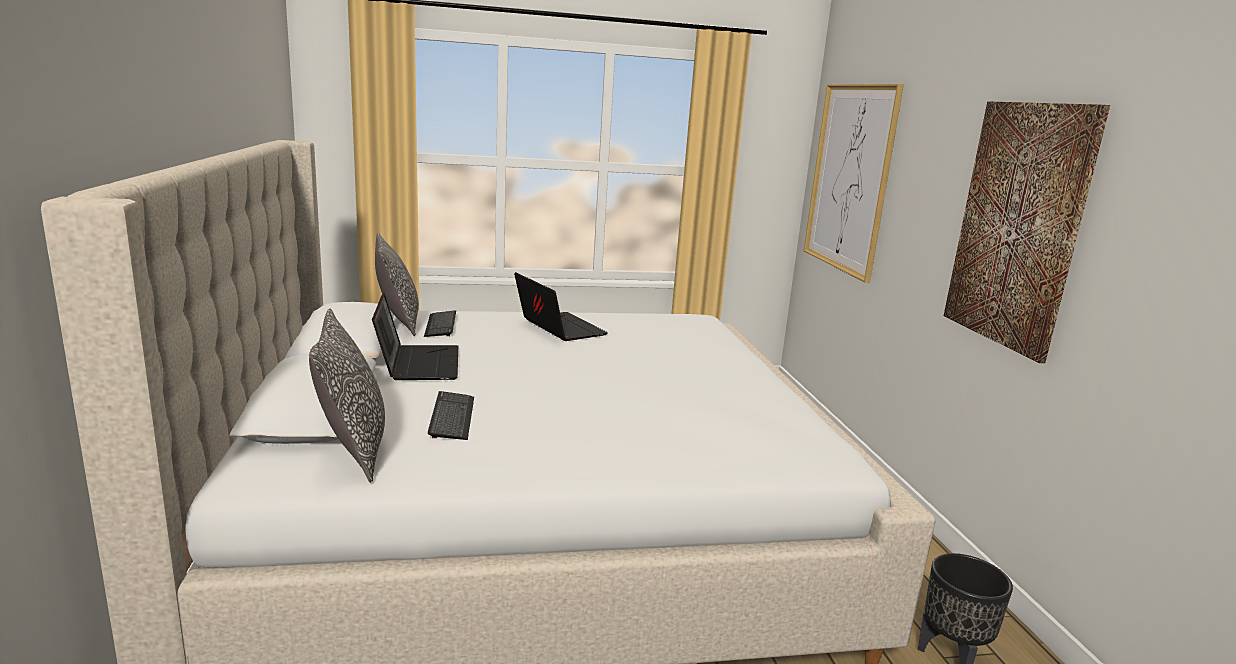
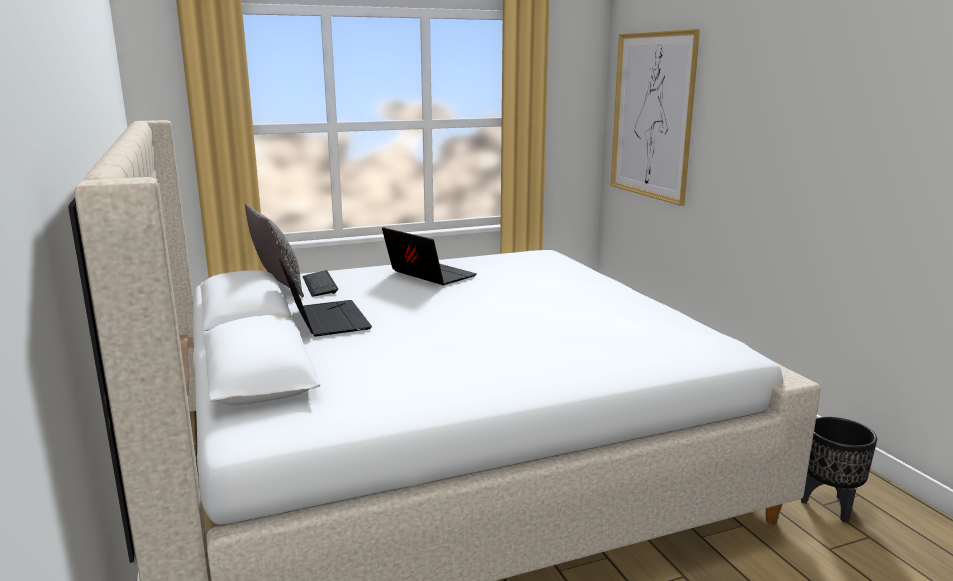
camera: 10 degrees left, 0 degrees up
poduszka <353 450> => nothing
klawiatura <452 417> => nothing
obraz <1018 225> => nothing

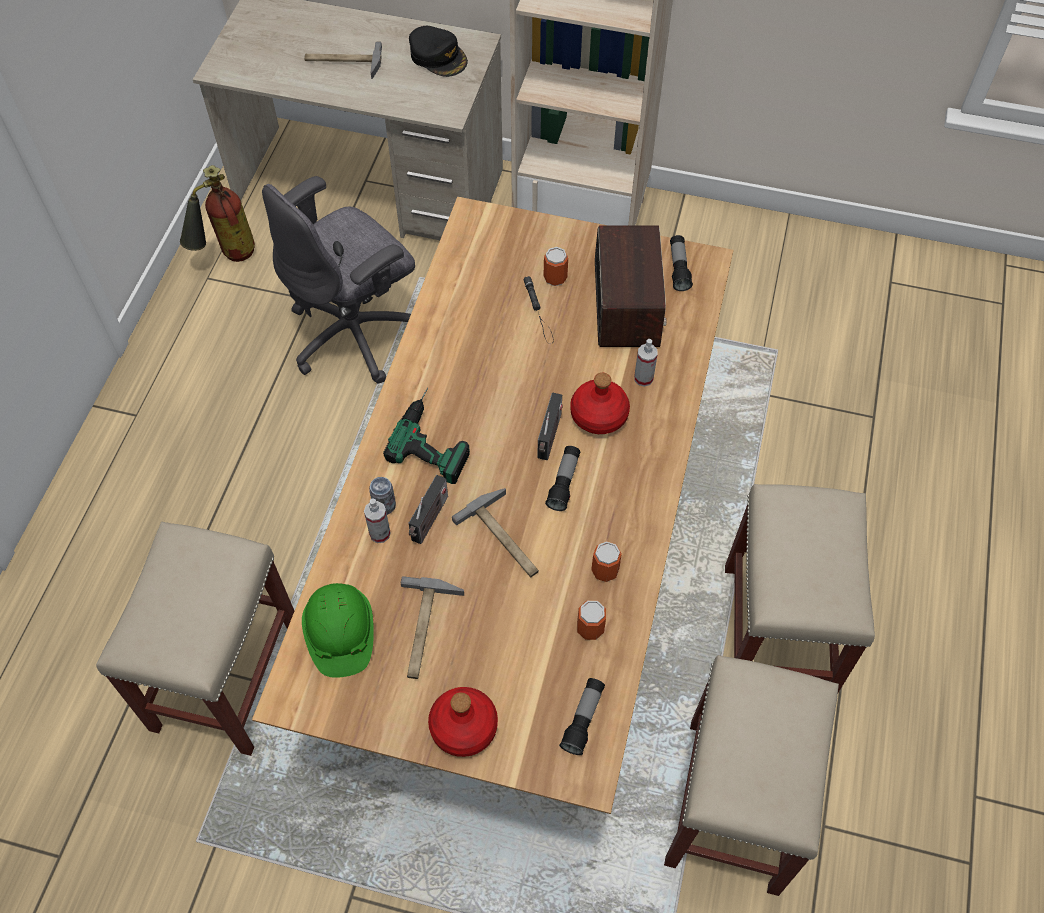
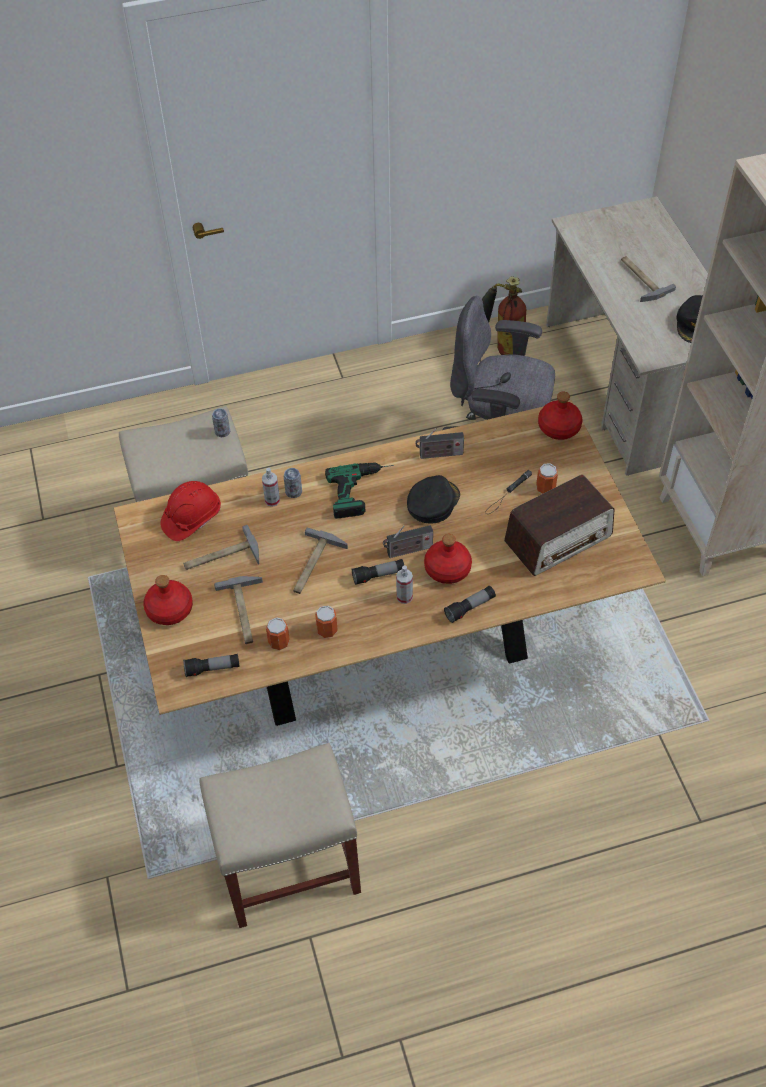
camera: 60 degrees right, 5 degrees down
stołek (beżowy) <776 635> => nothing
nothing => puszka <222 432>
nothing => młotek <244 612>
nothing => czapka z daszkiem (czarny) <432 502>
nothing => butelka (czerwony) <558 428>
radio <429 521> => radio <439 454>, relocated
spryskiwacz <643 378> => spryskiwacz <404 597>, relocated
latarka <678 268> => latarka <470 608>, relocated
kask (zielony) <340 634> => kask (czerwony) <191 518>

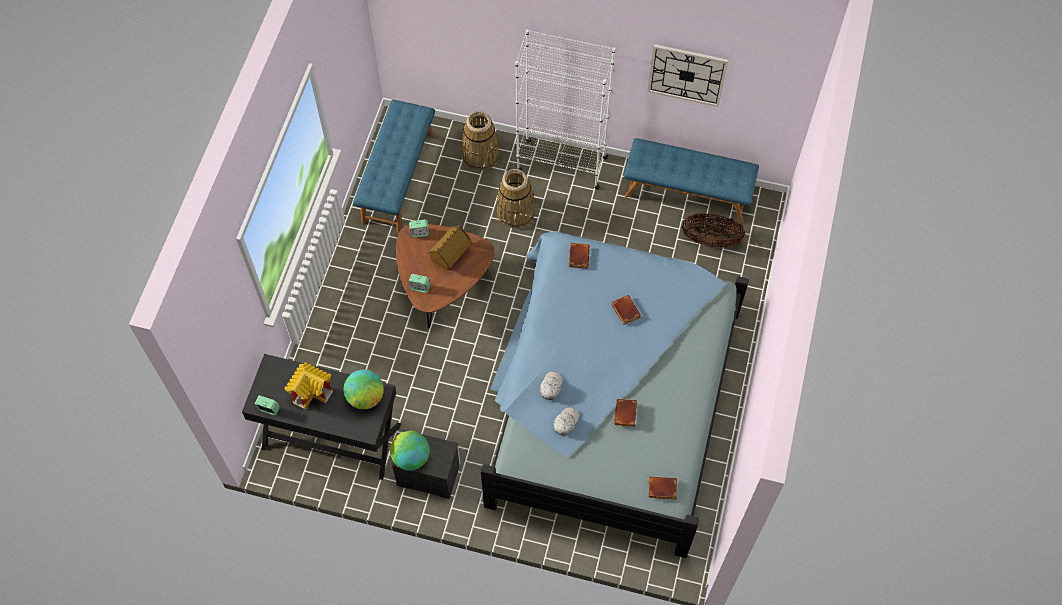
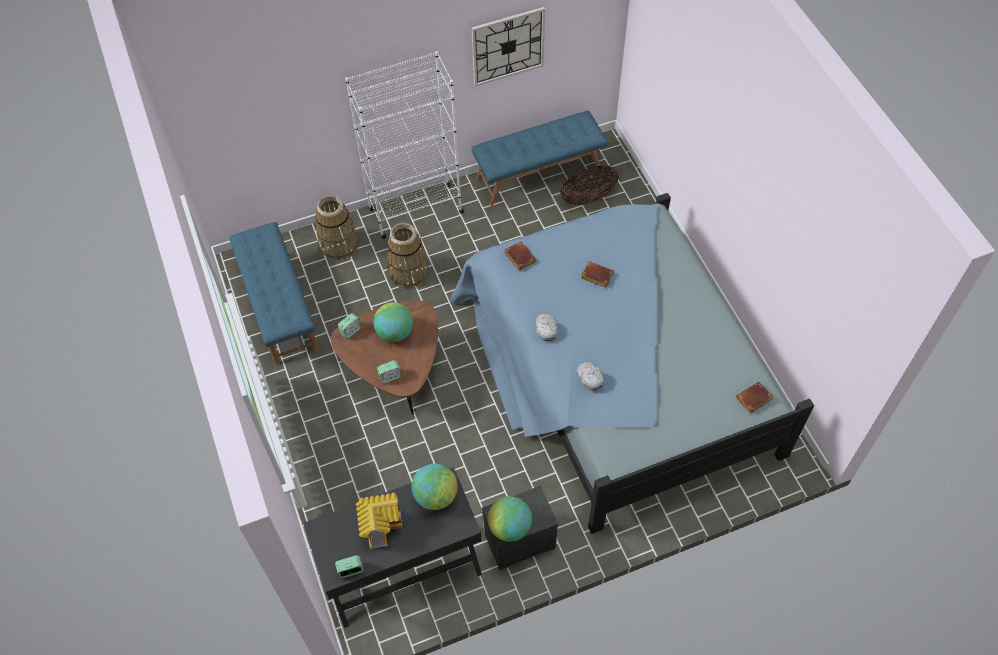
camera: 35 degrees left, 5 degrees down
książka (brązowy) <626 414> => nothing
czapka z daszkiem (biały) <565 422> => czapka z daszkiem (biały) <546 329>, relocated
domek <450 255> => globus <395 332>

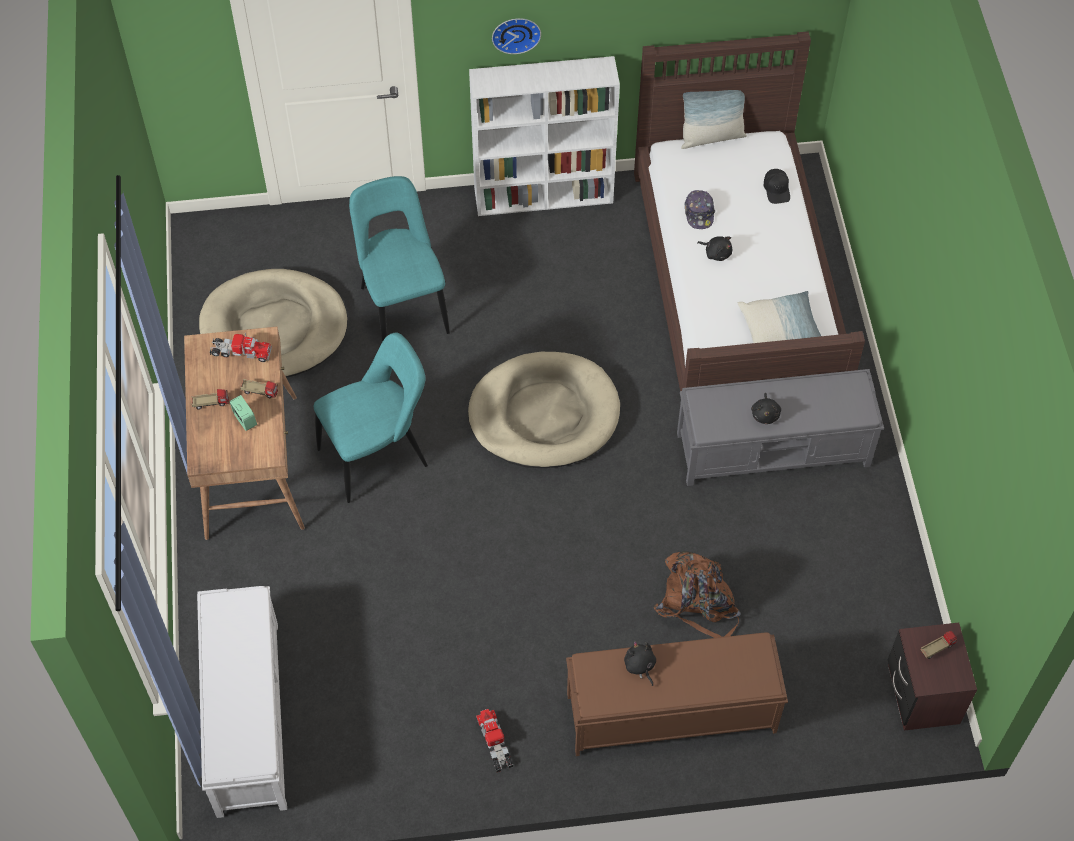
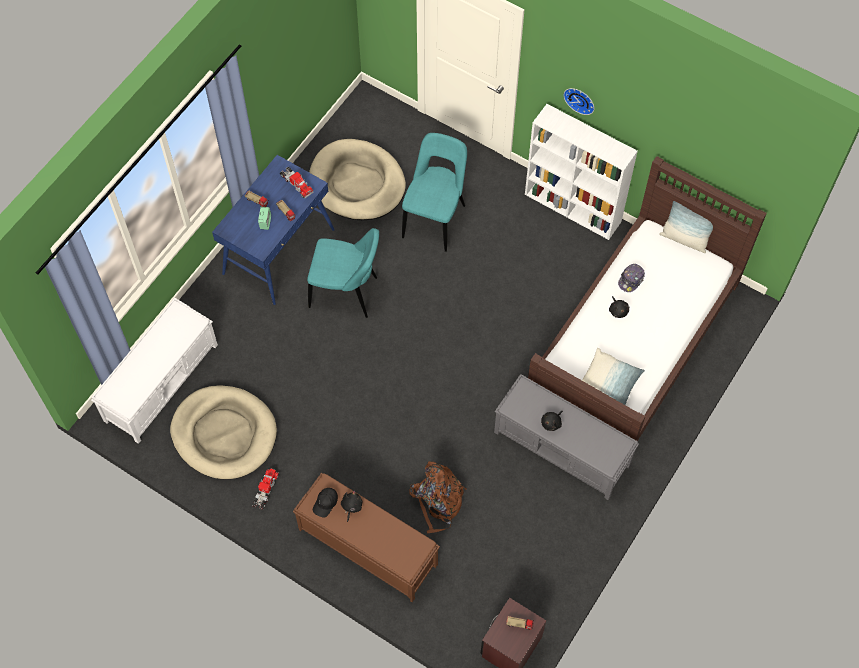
camera: 40 degrees right, 5 degrees up
legowisko (beżowy) <544 414> => legowisko (beżowy) <224 434>, relocated
czapka z daszkiem (czarny) <776 189> => czapka z daszkiem (czarny) <325 503>, relocated
biurko (brązowy) <251 466> => biurko (niebieski) <278 251>

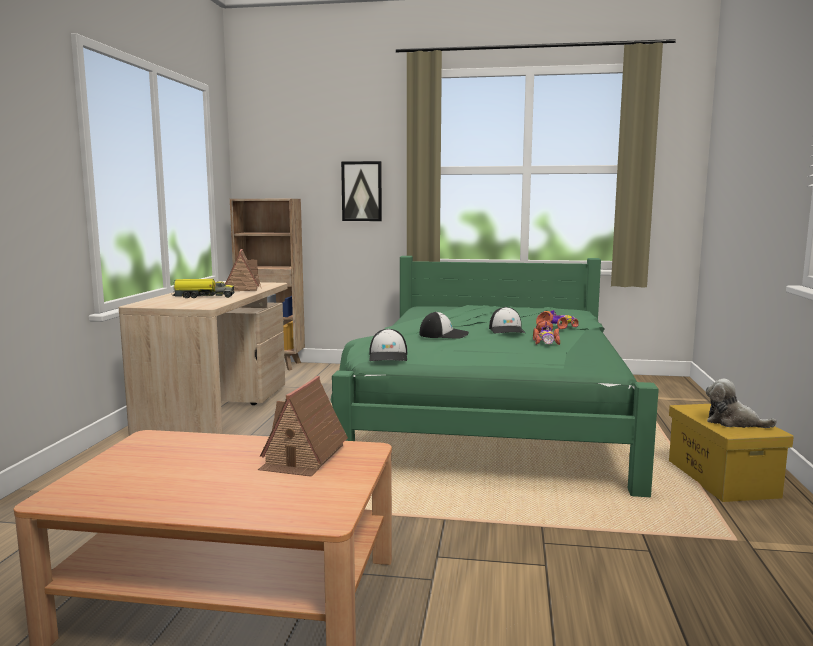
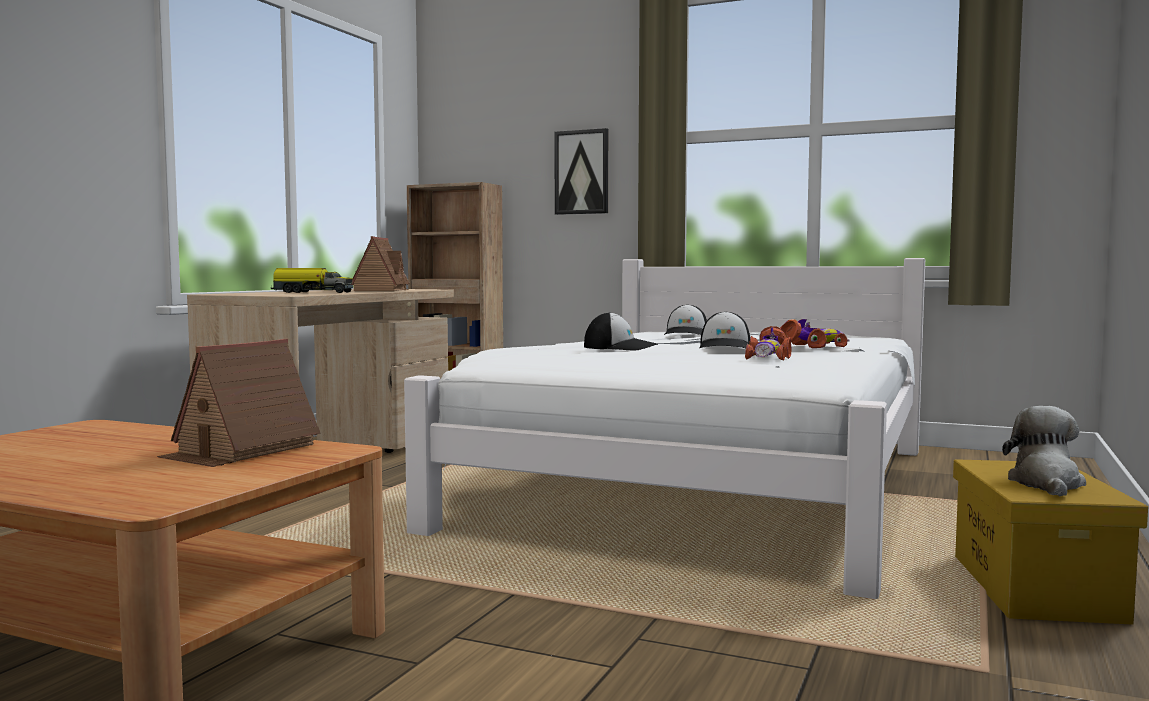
camera: 15 degrees right, 5 degrees down
czapka z daszkiem <388 356> => czapka z daszkiem <686 334>, relocated
łóżko (zielony) <489 418> => łóżko (biały) <704 486>
pluszak <733 422> => pluszak <1046 484>, 60 degrees clockwise

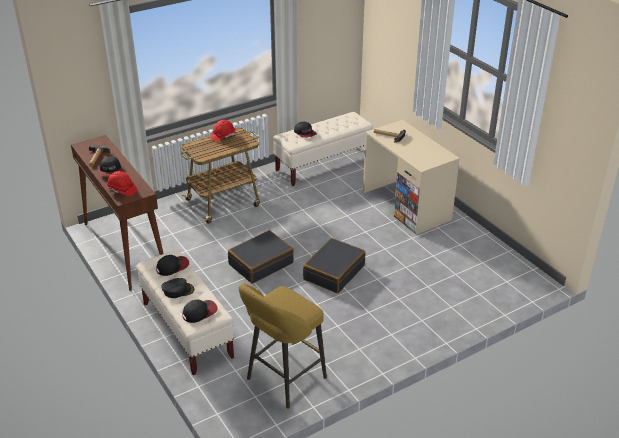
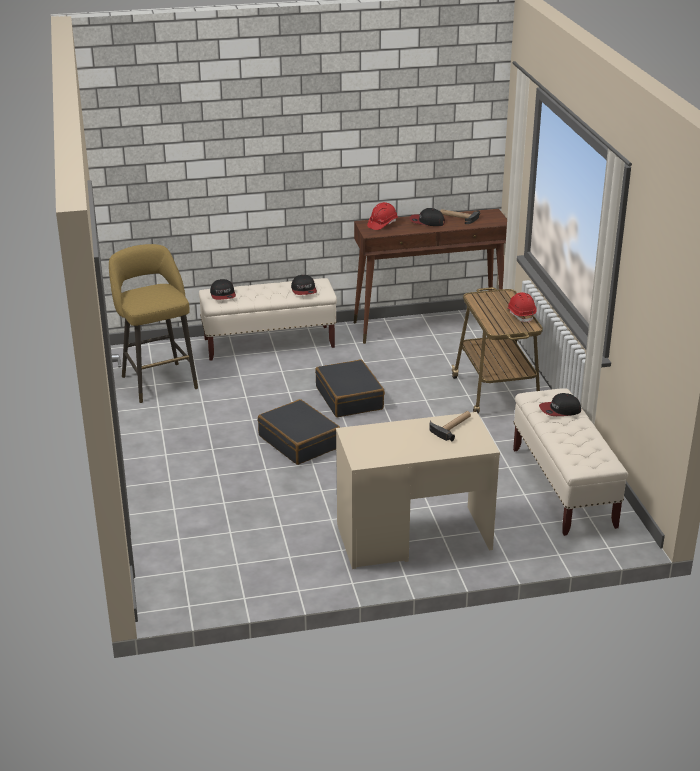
camera: 110 degrees right, 5 degrees down
czapka z daszkiem (czarny) <178 290> => nothing

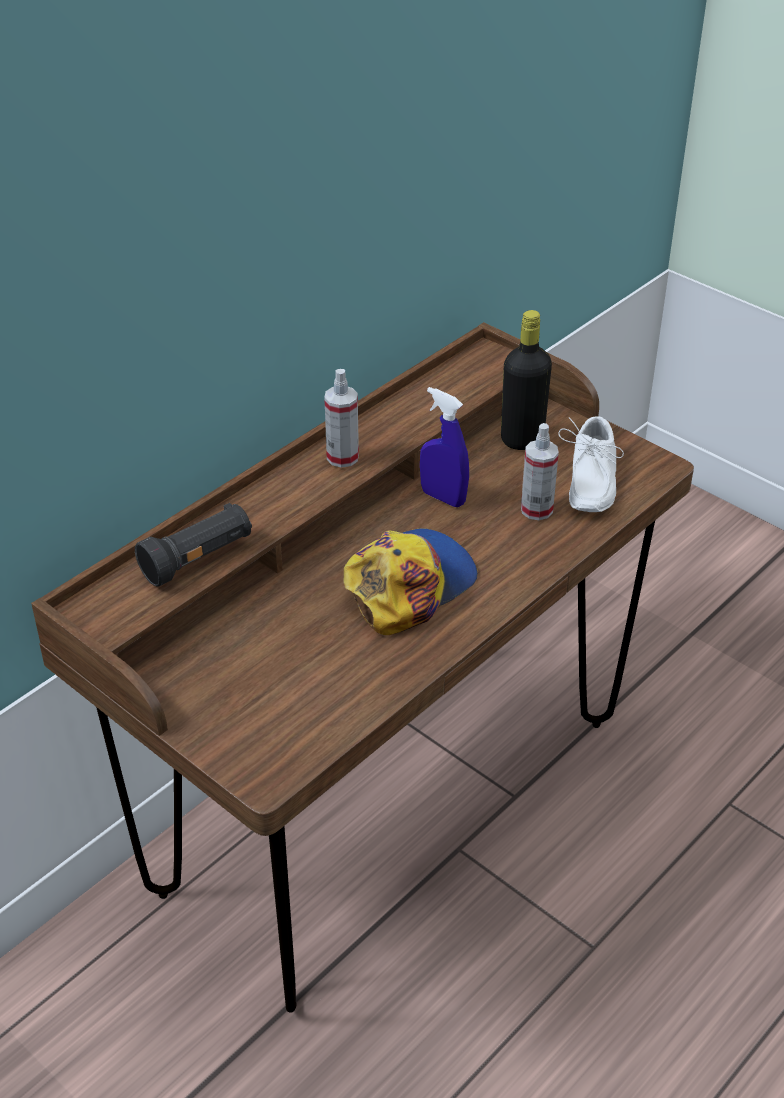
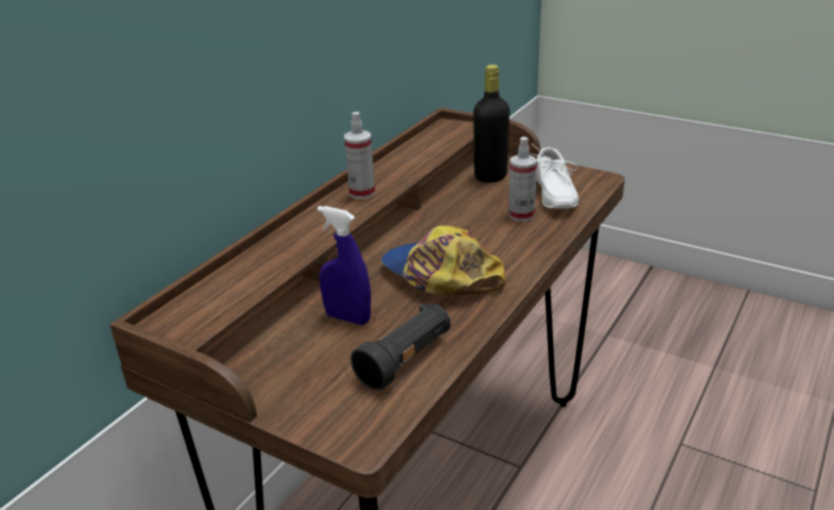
camera: 10 degrees left, 10 degrees down
latarka (czarny) <198 559> => latarka (czarny) <405 360>, relocated
spryskiwacz (niebieski) <443 497> => spryskiwacz (niebieski) <348 318>, relocated
czapka z daszkiem <408 585> => czapka z daszkiem <440 275>, 75 degrees counterclockwise

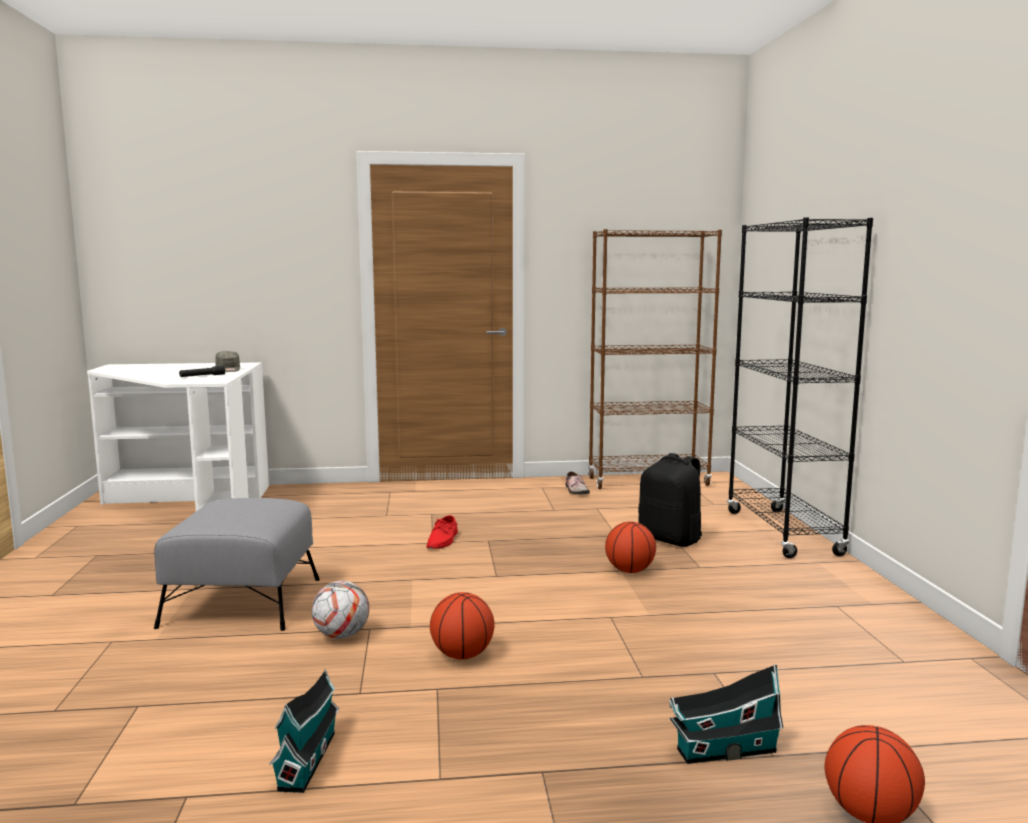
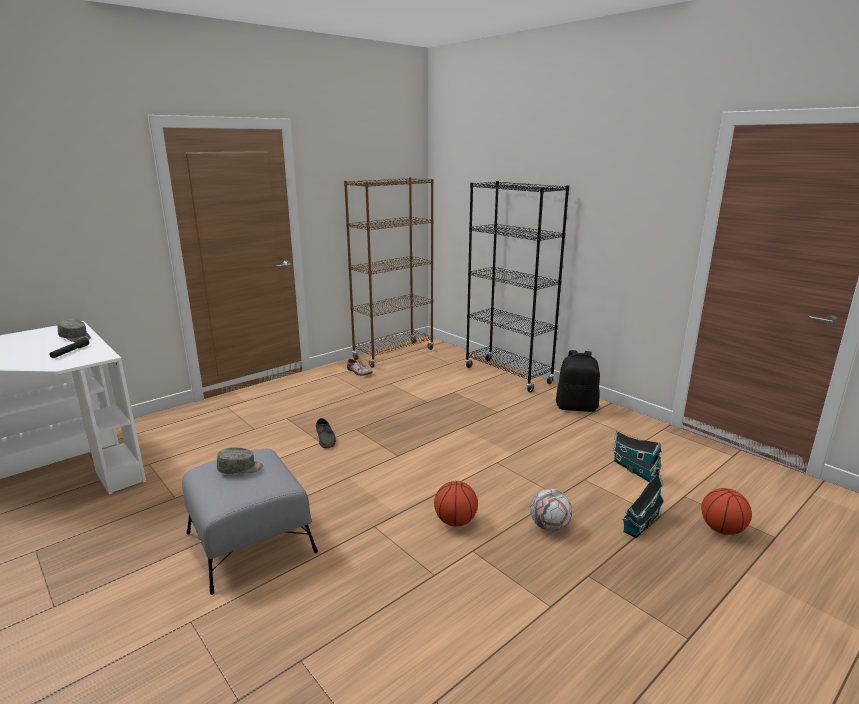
camera: 35 degrees left, 10 degrees up
piłka do koszykówki <630 571> => nothing
nothing => czapka z daszkiem (szary) <240 469>
domek <309 758> => domek <633 469>, relocated
piłka futbolowa <341 635> => piłka futbolowa <549 526>, relocated
plecak (czarny) <671 539> => plecak (czarny) <576 407>, relocated
but (czerwony) <443 540> => but (szary) <326 438>

